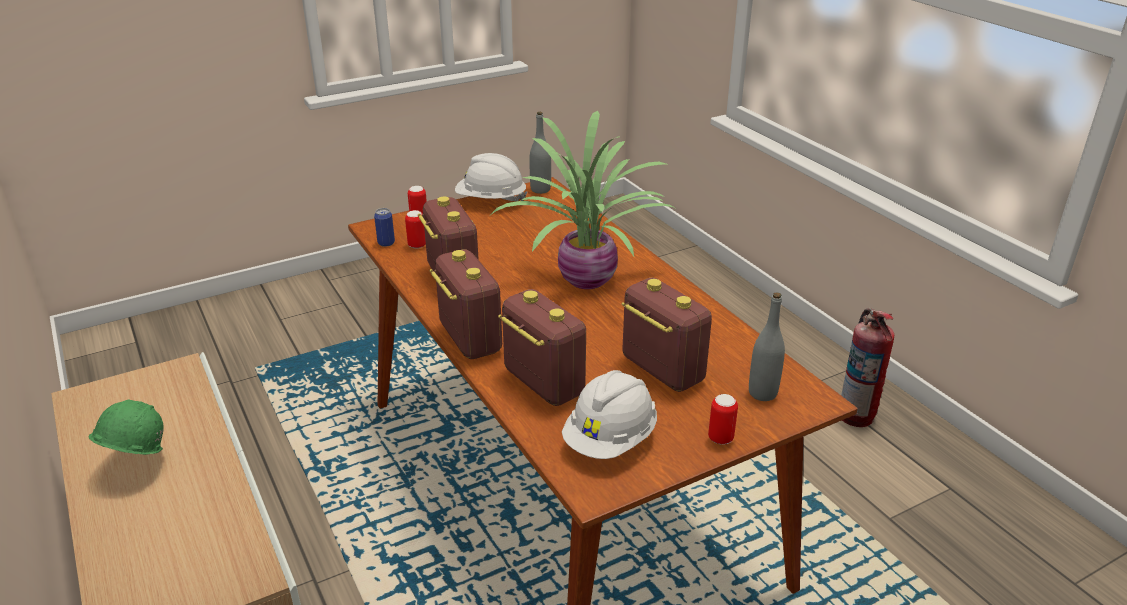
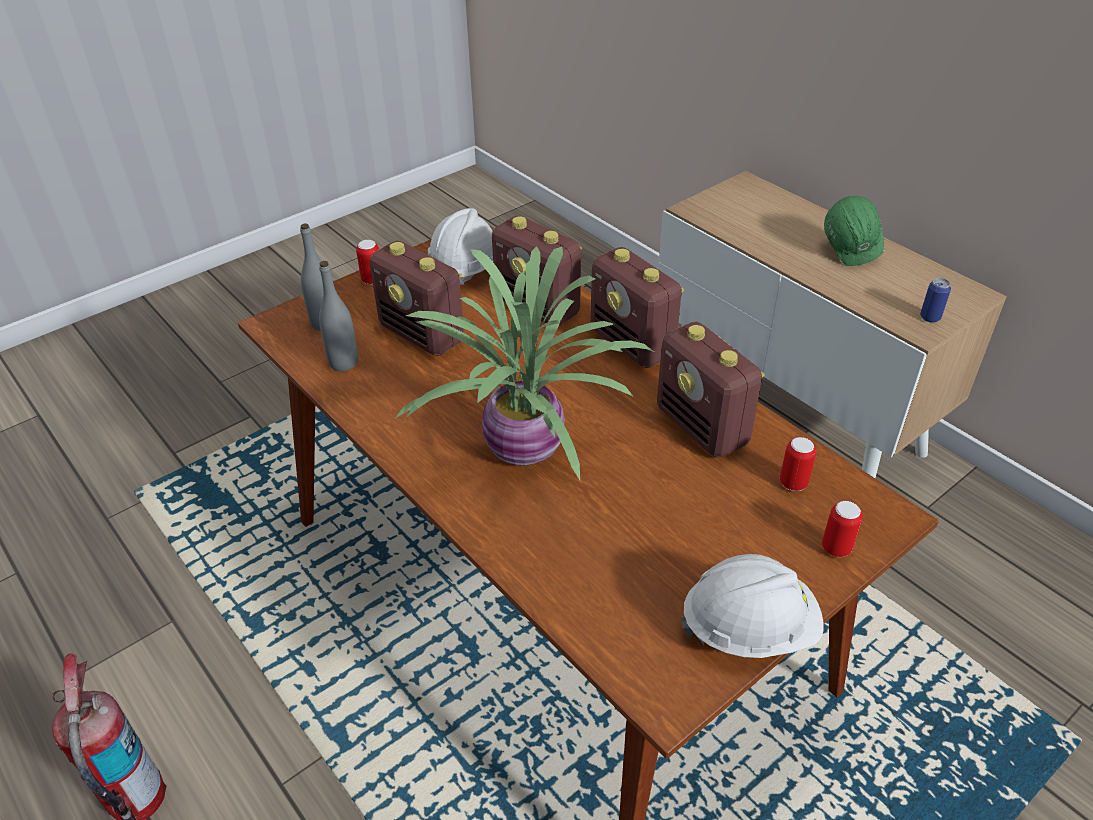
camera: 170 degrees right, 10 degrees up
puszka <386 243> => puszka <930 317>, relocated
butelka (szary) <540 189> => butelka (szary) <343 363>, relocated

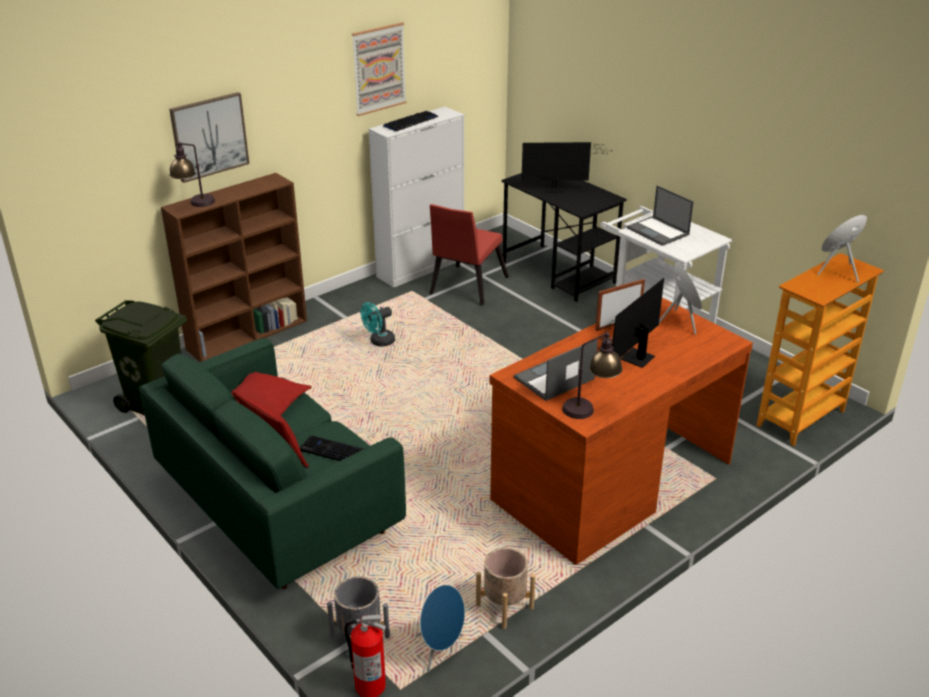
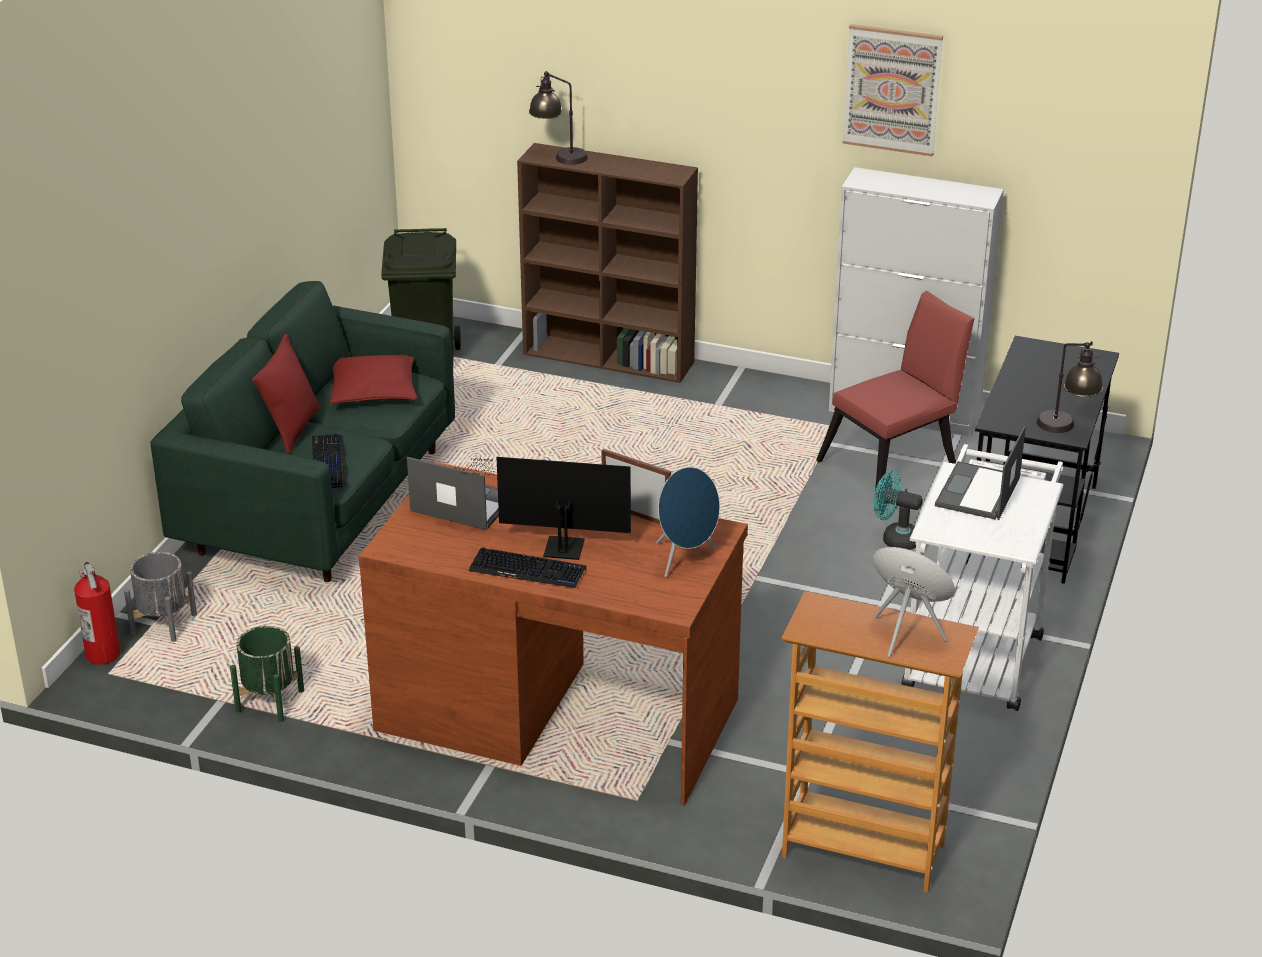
camera: 60 degrees right, 0 degrees up
obraz <209 136> => nothing
głośnik (niebieski) <440 650> => nothing
monitor <557 189> => nothing
wentylator (turkusowy) <379 342> => wentylator (turkusowy) <895 539>, relocated
klawiatura <411 122> => klawiatura <527 570>, relocated
lampa stołowa <590 408> => lampa stołowa <1066 429>, relocated
donica (beżowy) <505 606> => donica (zielony) <270 701>
krzesło (czerwony) <465 287> => krzesło (czerwony) <895 463>, 150 degrees clockwise

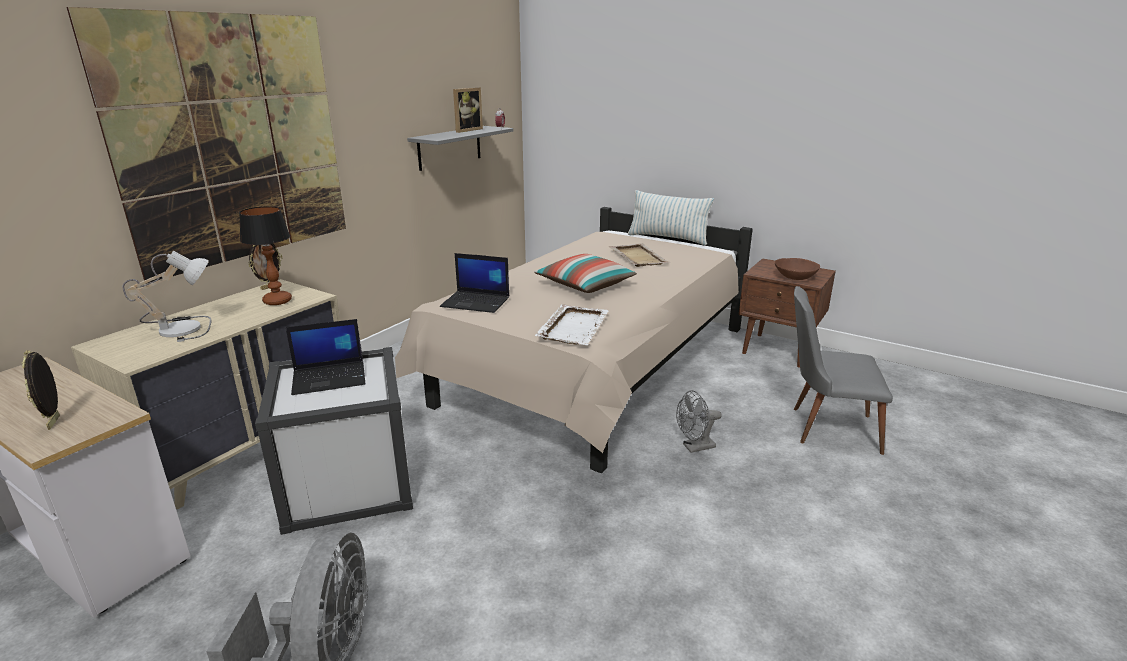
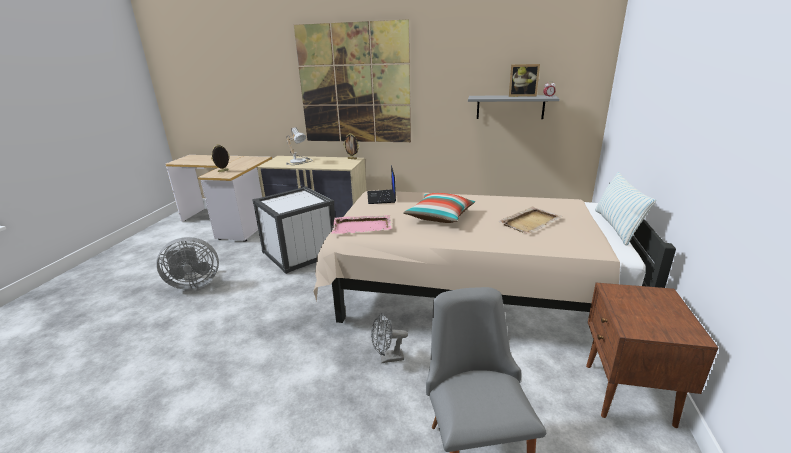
camera: 70 degrees right, 0 degrees up
lampa stołowa <277 301> => nothing
laptop <330 378> => nothing
miska (brązowy) <795 277> => nothing
taca (biały) <574 327> => taca (różowy) <362 226>
wentylator (szary) <694 447> => wentylator (szary) <387 358>, 60 degrees counterclockwise

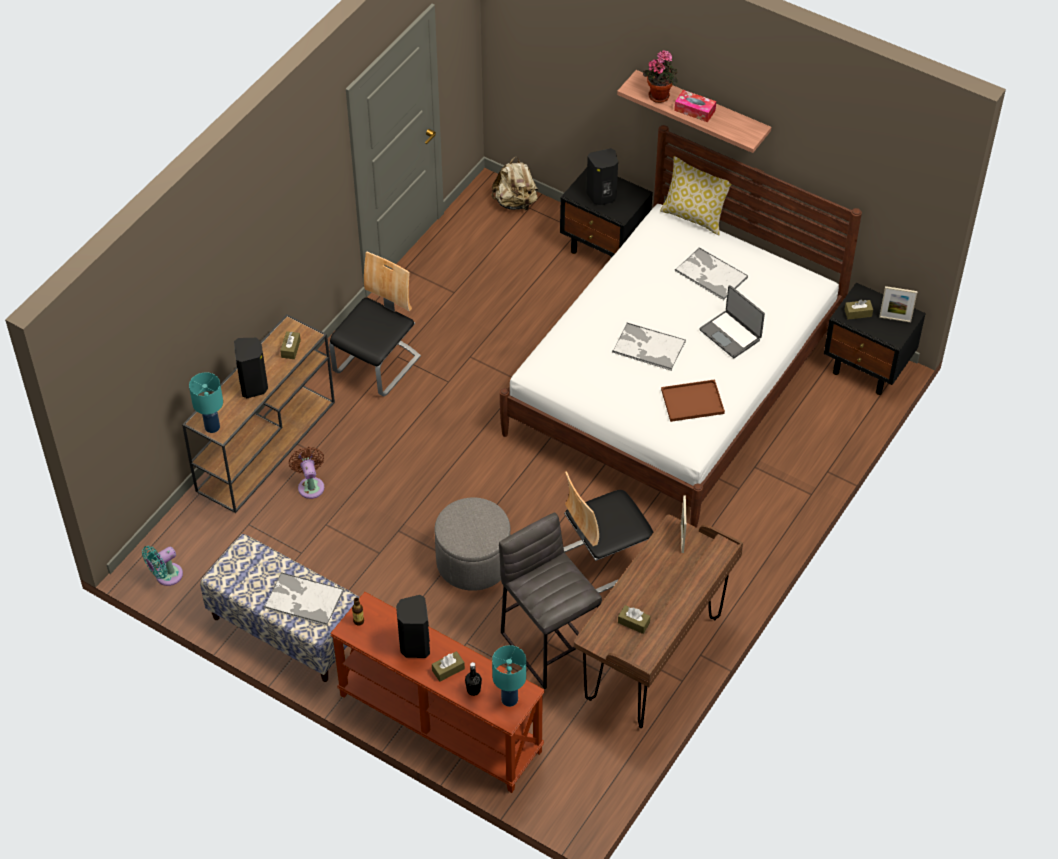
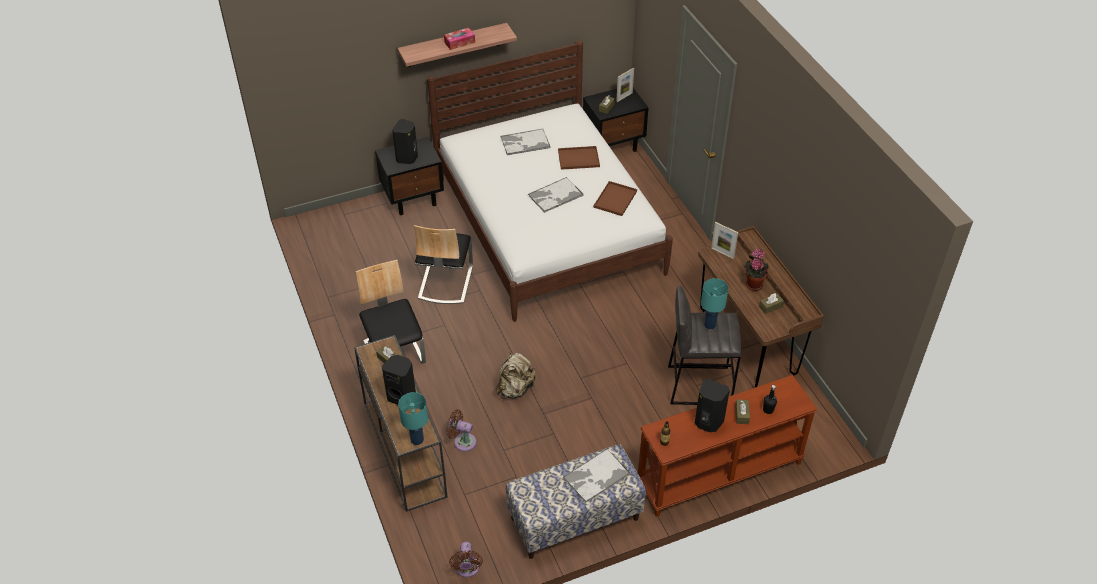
camera: 55 degrees left, 5 degrees down
pufa (szary) <473 561> => nothing
poduszka <694 216> => nothing
plecak (beżowy) <515 202> => plecak (beżowy) <515 389>, relocated
lampa stołowa (turkusowy) <509 699> => lampa stołowa (turkusowy) <709 324>, relocated
krzesło <603 560> => krzesło <445 282>, relocated
roślina doniczkowa <660 95> => roślina doniczkowa <753 283>, relocated
laptop <731 334> => taca (brązowy) <579 158>
wentylator (turkusowy) <166 576> => wentylator (brązowy) <467 569>

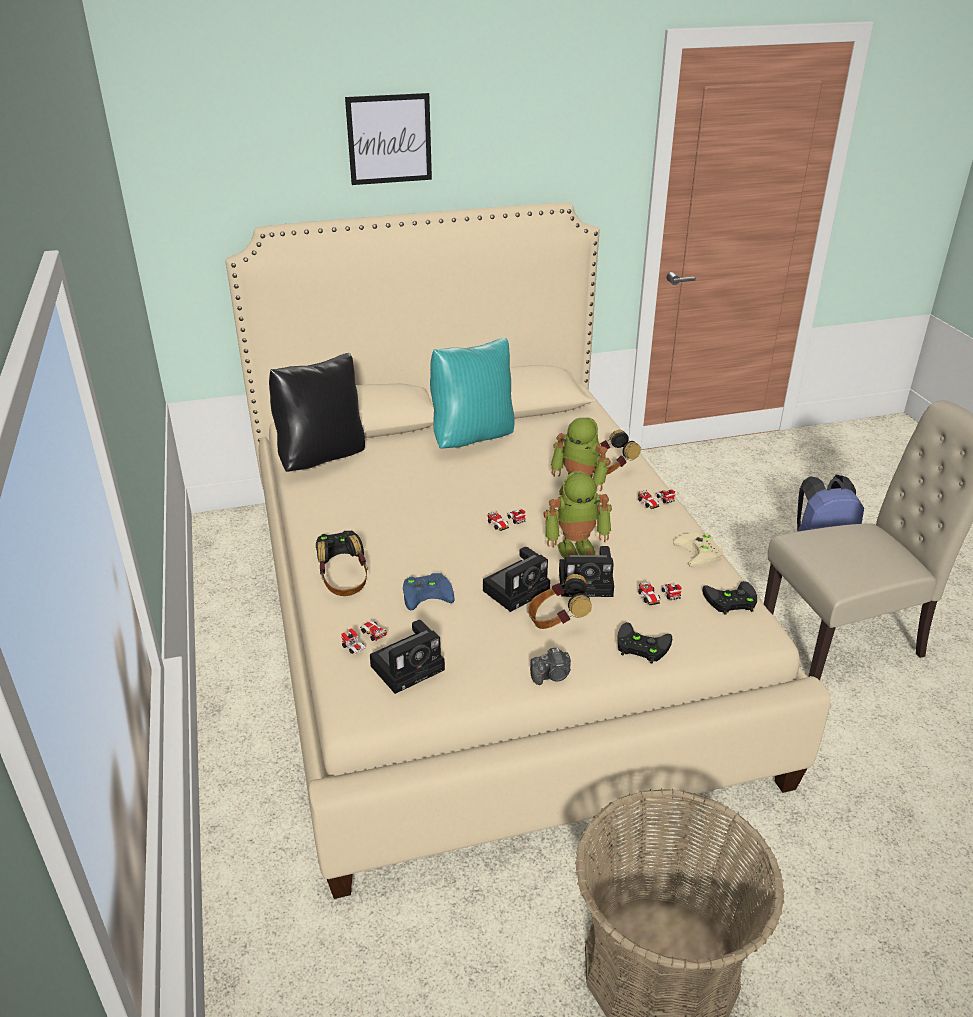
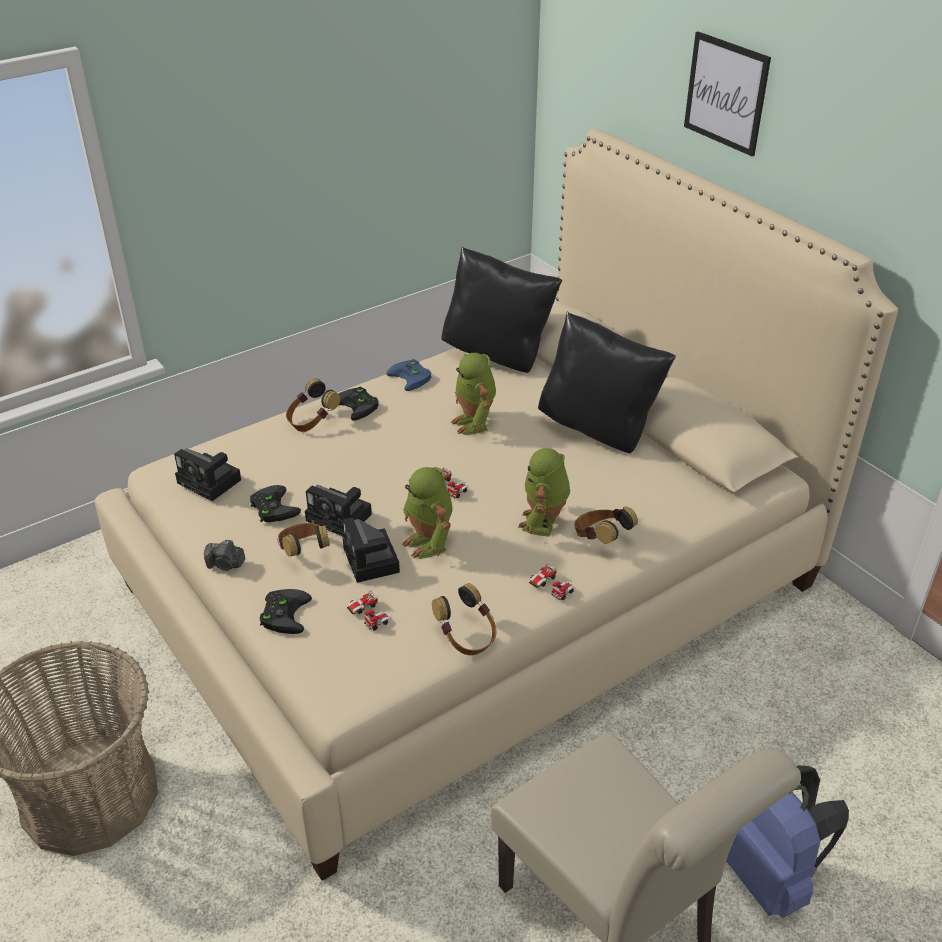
camera: 70 degrees right, 5 degrees up
samochodzik <363 641> => nothing
nothing => robot zabawkowy <474 423>
pad do gier (niebieski) <428 593> => pad do gier (niebieski) <412 377>, relocated
pad do gier (czarny) <729 601> => pad do gier (czarny) <272 507>, relocated
pad do gier (beżowy) <701 553> => słuchawki <467 638>
poduszka (turkusowy) <472 438> => poduszka (czarny) <599 431>
aparat fotograficzny <552 676> => aparat fotograficzny <225 564>, 45 degrees counterclockwise

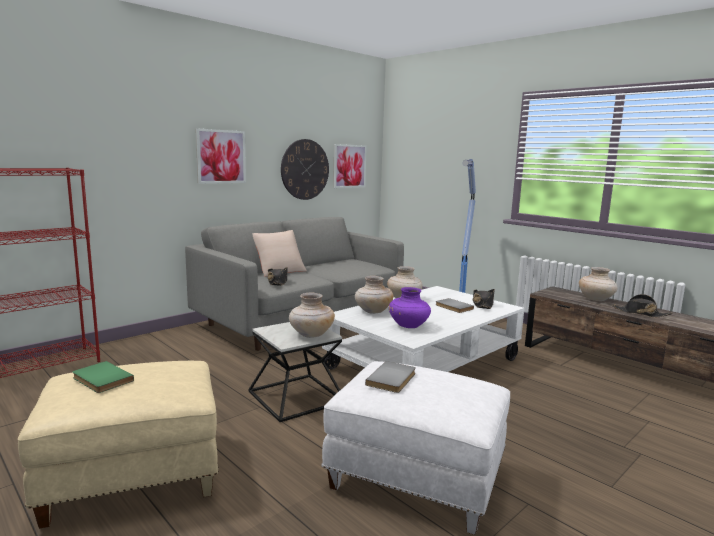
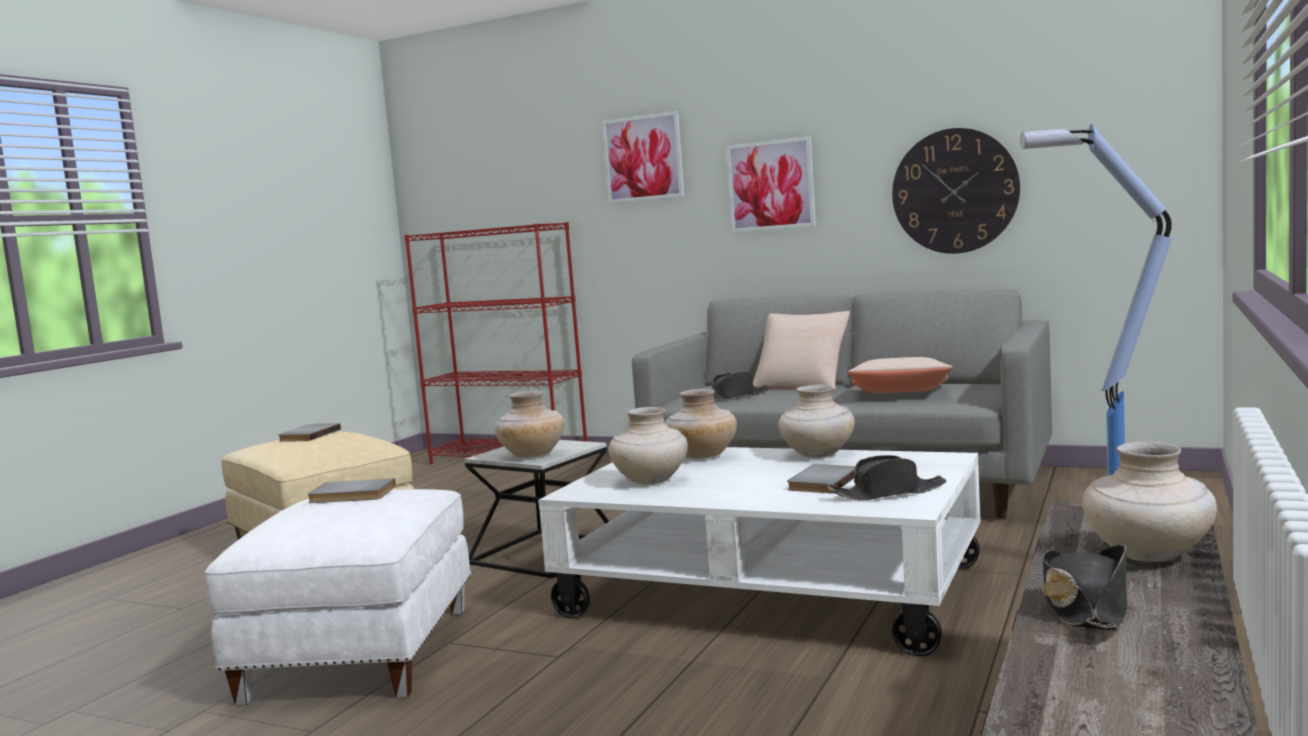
camera: 70 degrees right, 5 degrees down
nothing => poduszka (beżowy) <900 395>
obraz <349 166> => obraz <643 158>, relocated
książka (zielony) <100 380> => książka (szary) <308 435>
wazon (fioletowy) <409 326> => wazon (beżowy) <650 481>

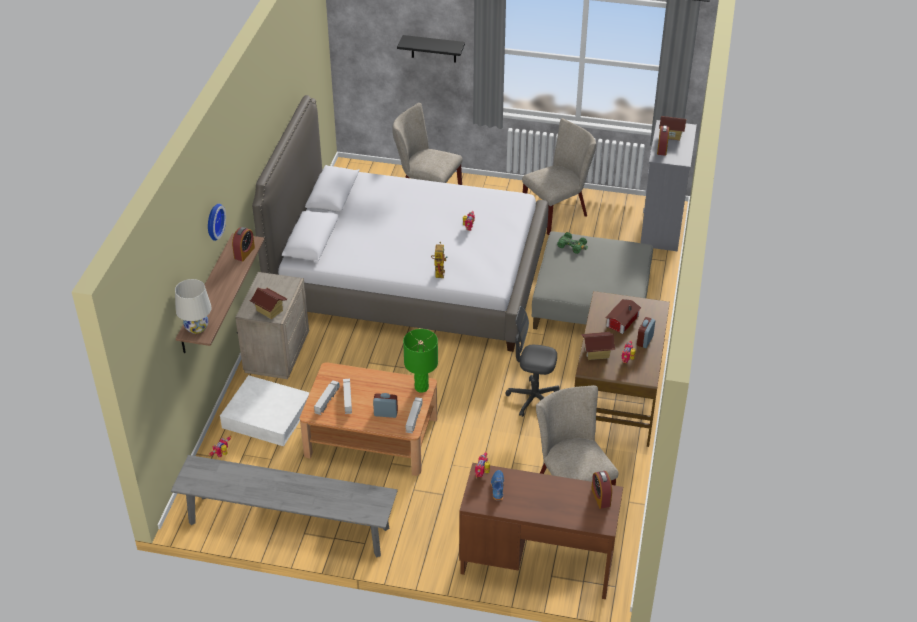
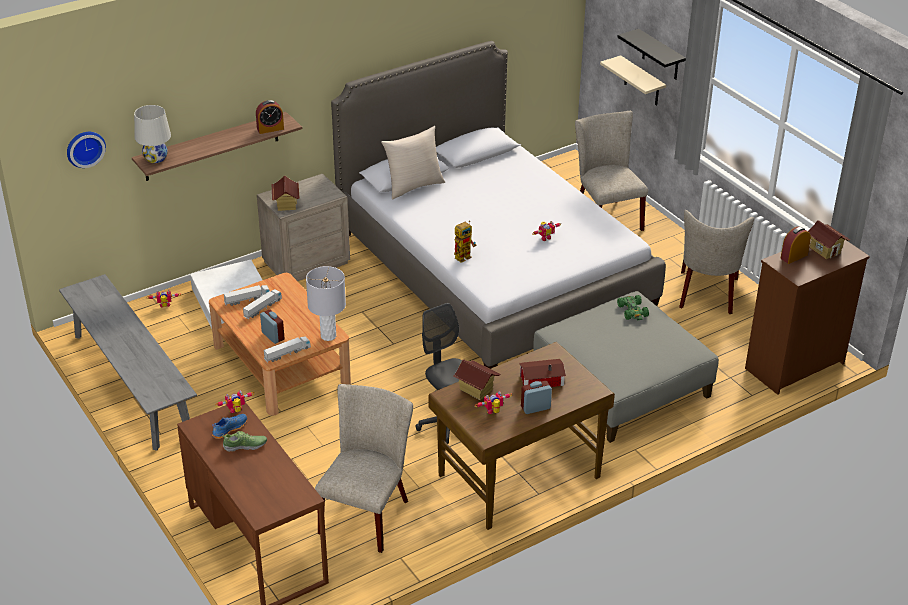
camera: 45 degrees right, 5 degrees down
budzik <600 497> => nothing
nothing => but <245 446>
nothing => poduszka (beżowy) <413 186>
nothing => półka (beżowy) <642 82>
zegar ścienny <213 221> => zegar ścienny <85 148>, relocated
lampa stołowa (zielony) <421 387> => lampa stołowa (szary) <328 336>
komoda (szary) <661 227> => komoda (brązowy) <793 366>
krzesło (beżowy) <558 212> => krzesło (beżowy) <707 295>, 90 degrees clockwise

